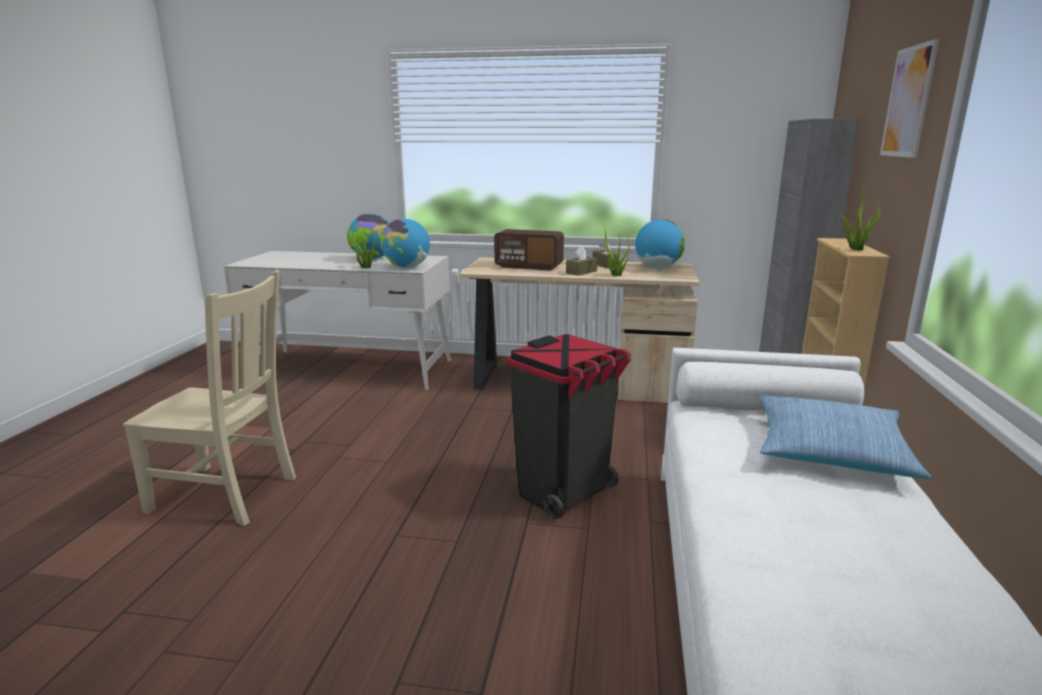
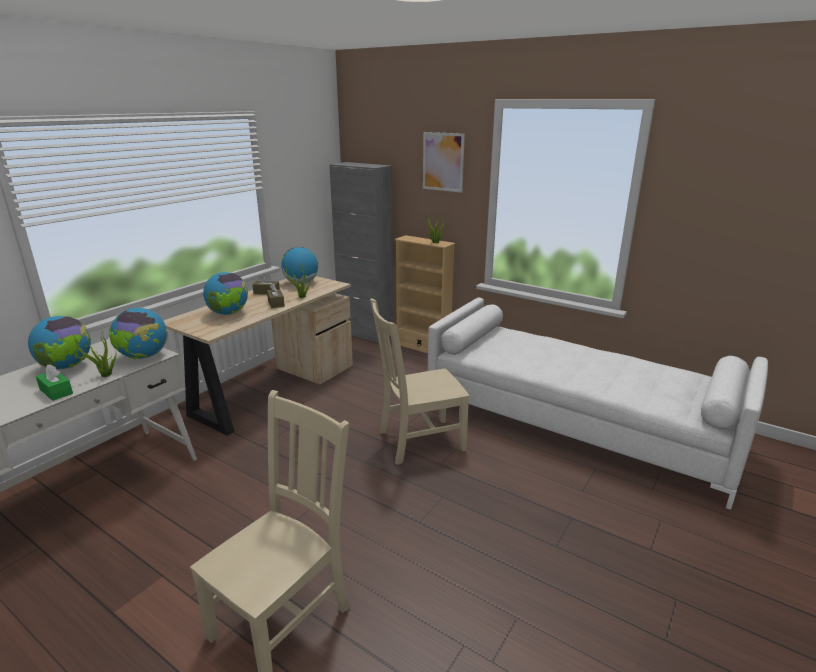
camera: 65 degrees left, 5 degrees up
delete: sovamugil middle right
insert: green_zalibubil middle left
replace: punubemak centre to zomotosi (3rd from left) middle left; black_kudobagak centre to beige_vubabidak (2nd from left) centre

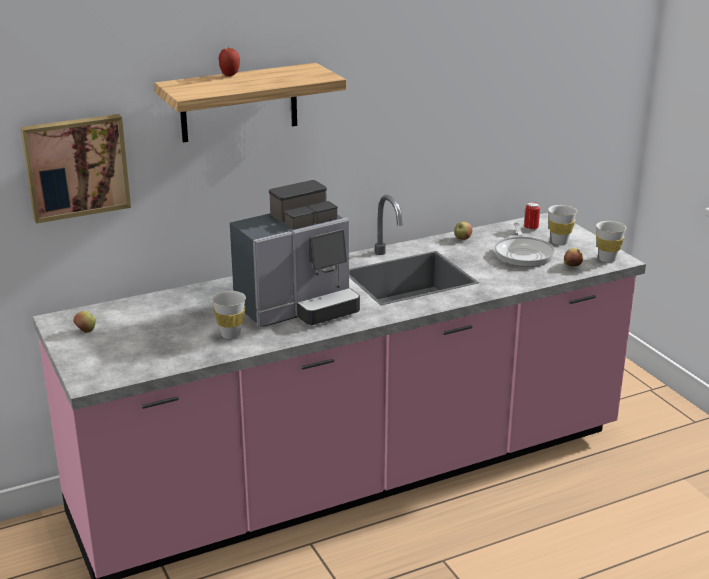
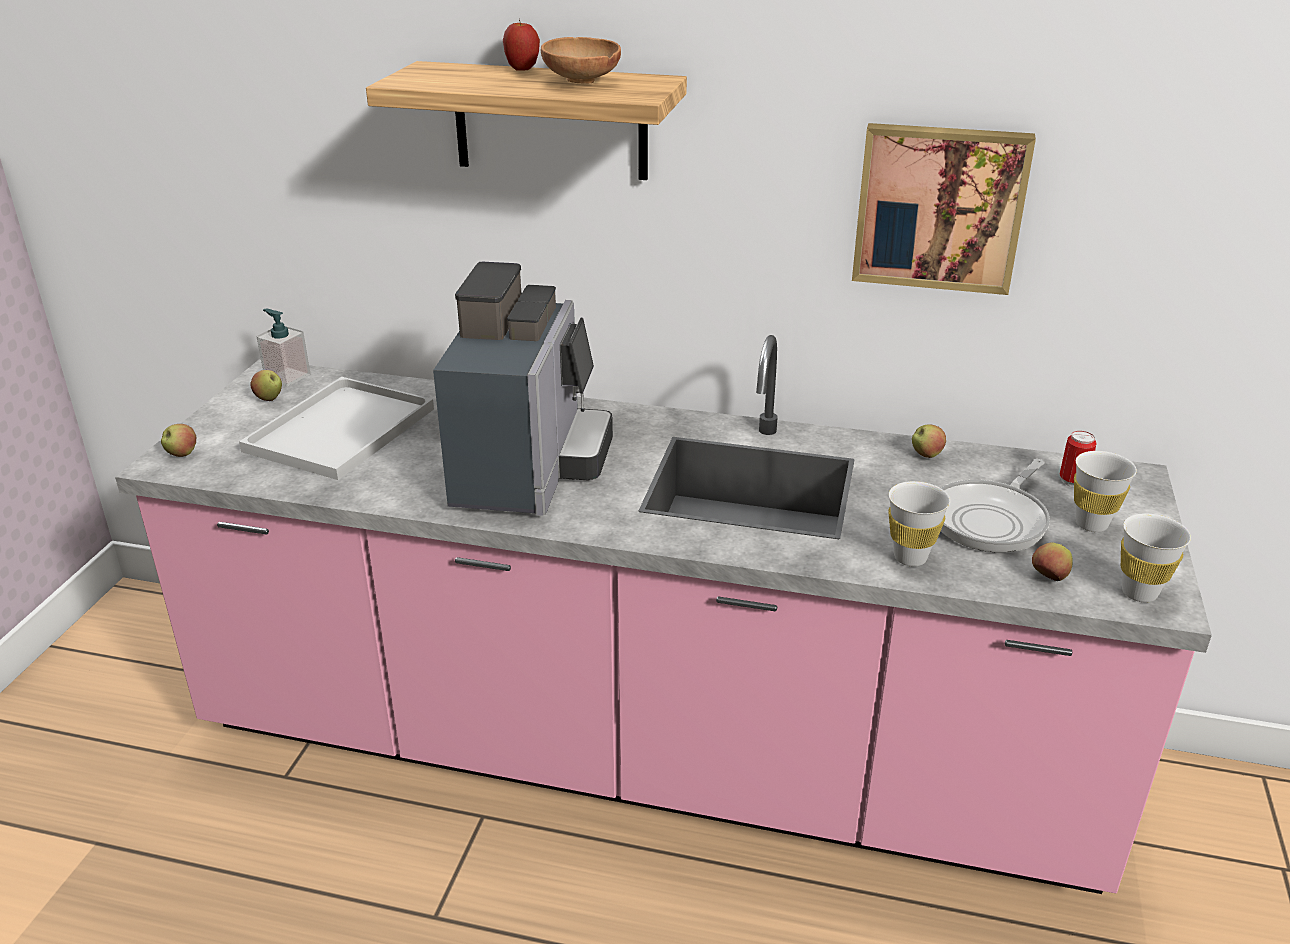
camera: 40 degrees right, 5 degrees up
insert: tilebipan (1st from left) middle left; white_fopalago middle left; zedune middle left; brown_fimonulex top centre
move: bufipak top left to top right; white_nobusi (1st from left) middle left to middle right
rotate: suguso centre = centre 90 degrees counterclockwise

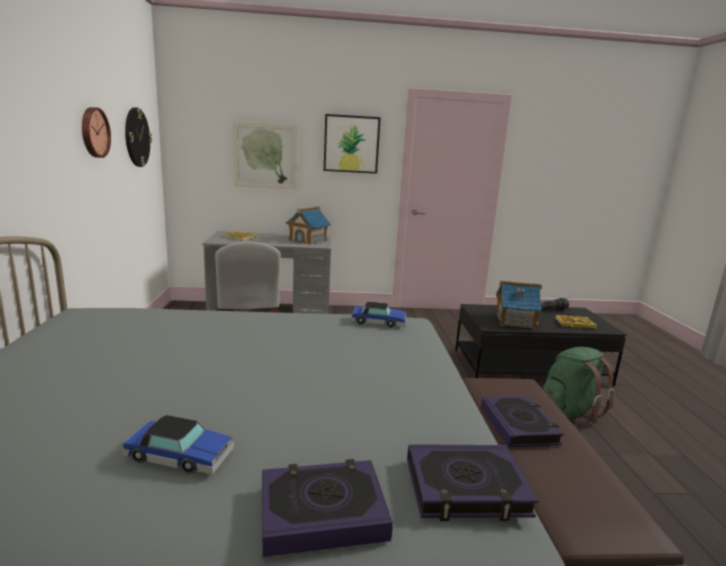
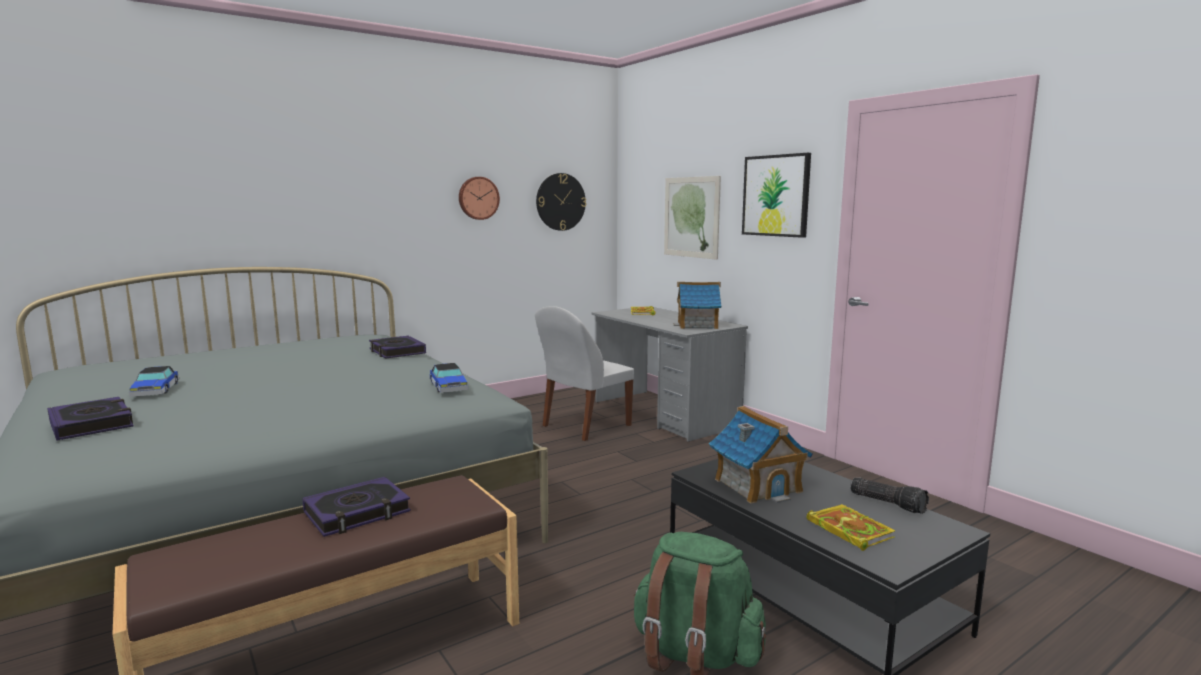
camera: 60 degrees right, 5 degrees down
move: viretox (3rd from left) bottom centre to middle left

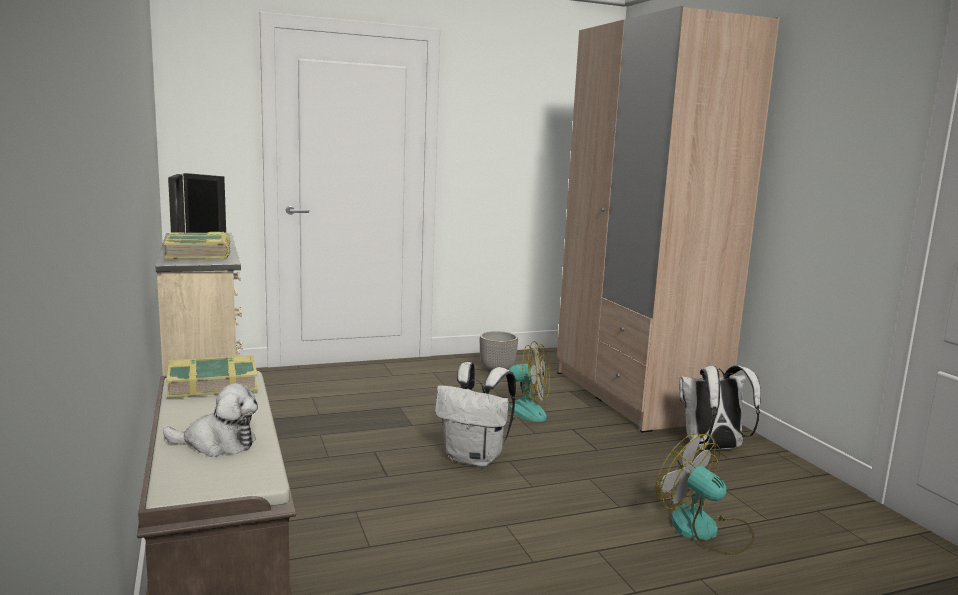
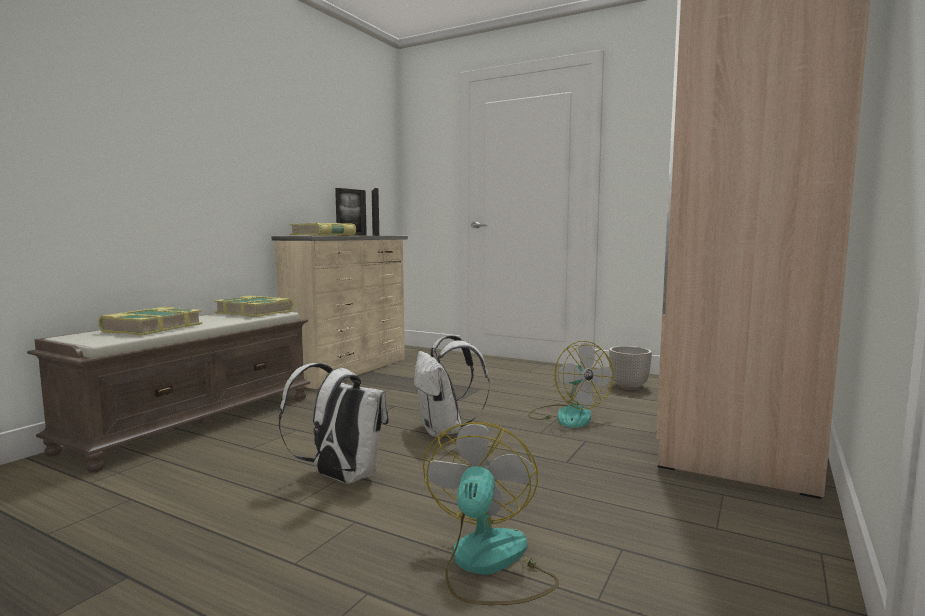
camera: 50 degrees right, 5 degrees down
move: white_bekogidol (2nd from left in the first image) bottom right to white_bekogidol (1st from left) bottom centre
replace: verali bottom left to viretox (1st from left) middle left

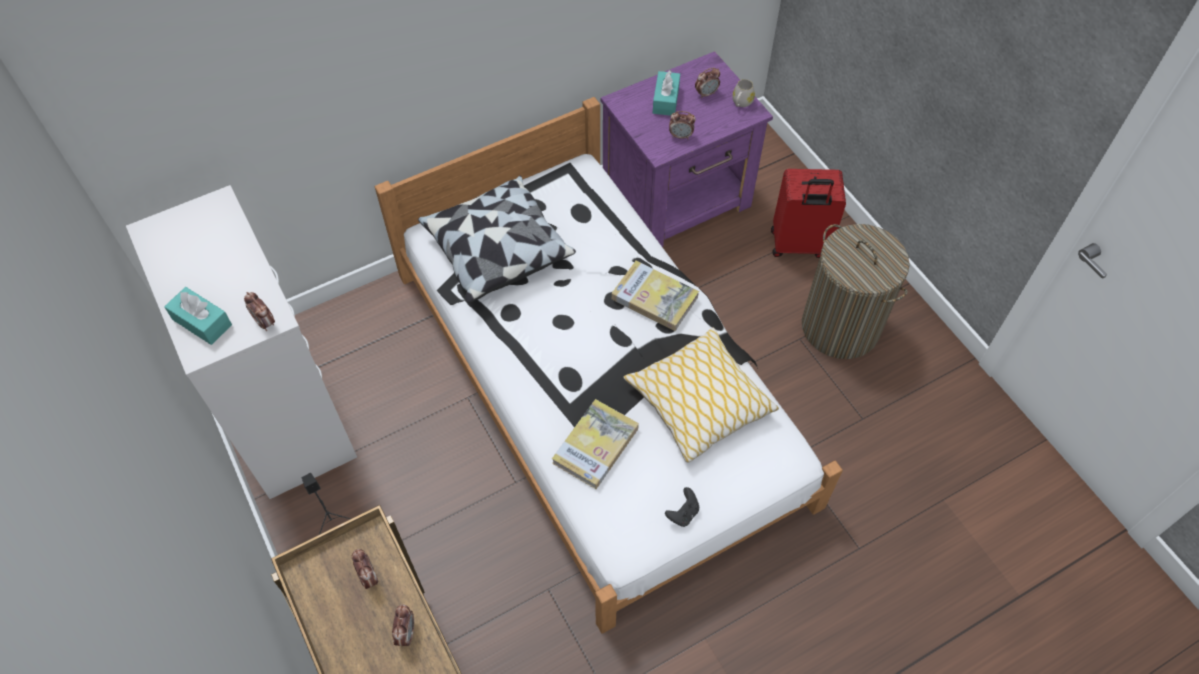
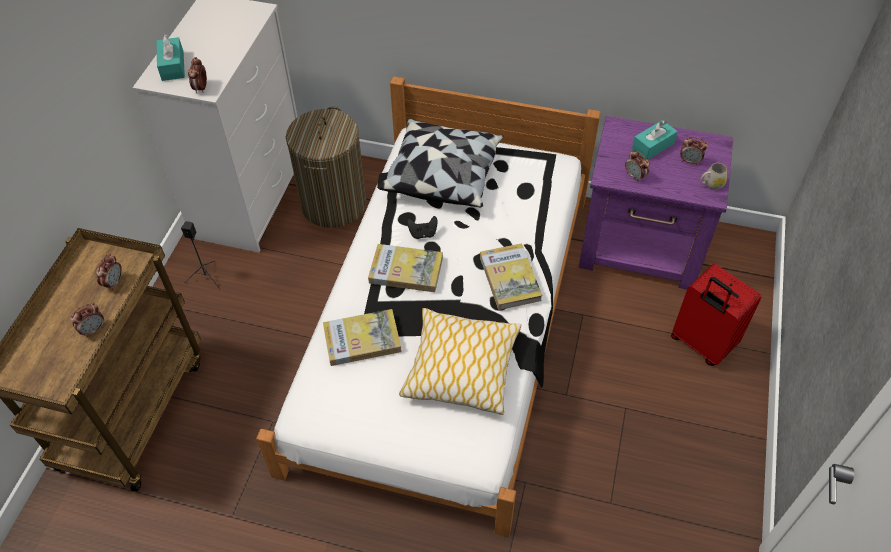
camera: 45 degrees right, 5 degrees down
insert: viretox (2nd from left) centre
move: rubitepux middle right to top centre; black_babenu bottom centre to centre

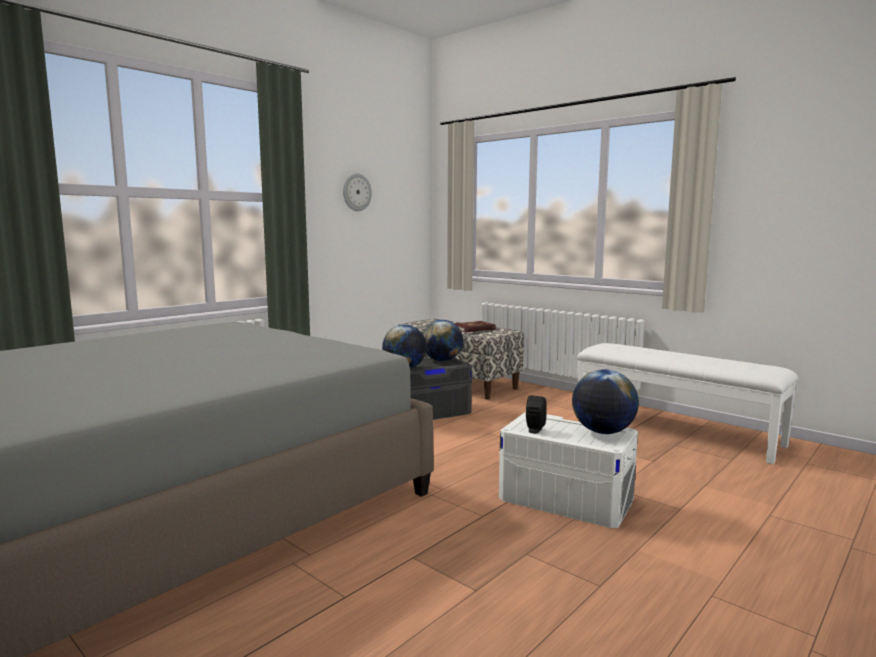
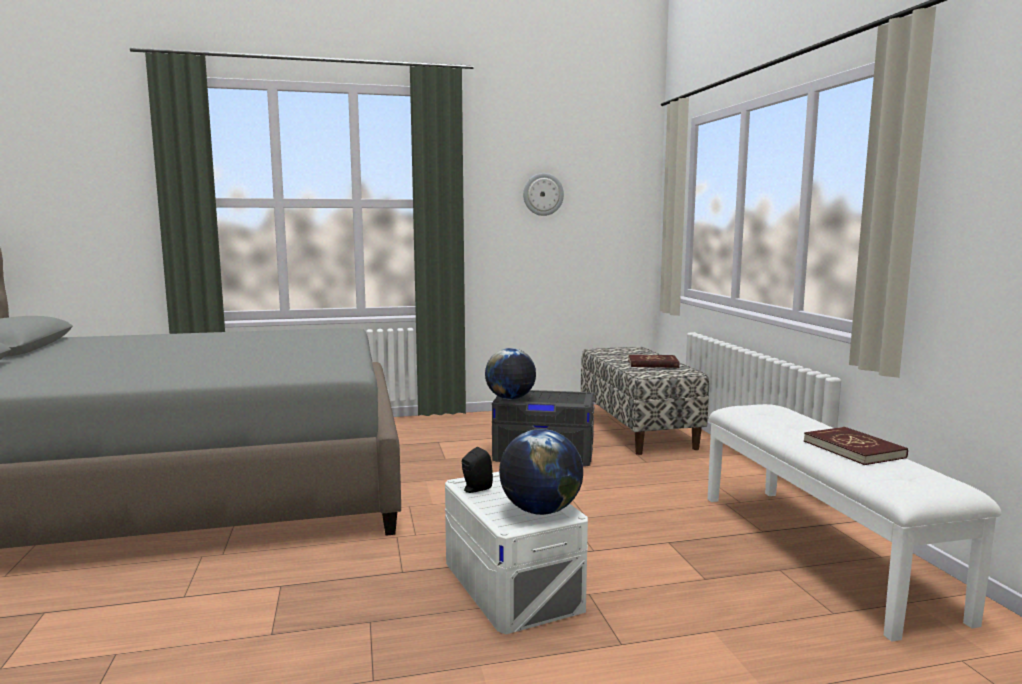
camera: 35 degrees right, 0 degrees up
delete: zomotosi (2nd from left) centre
insert: red_viretox (2nd from left) middle right

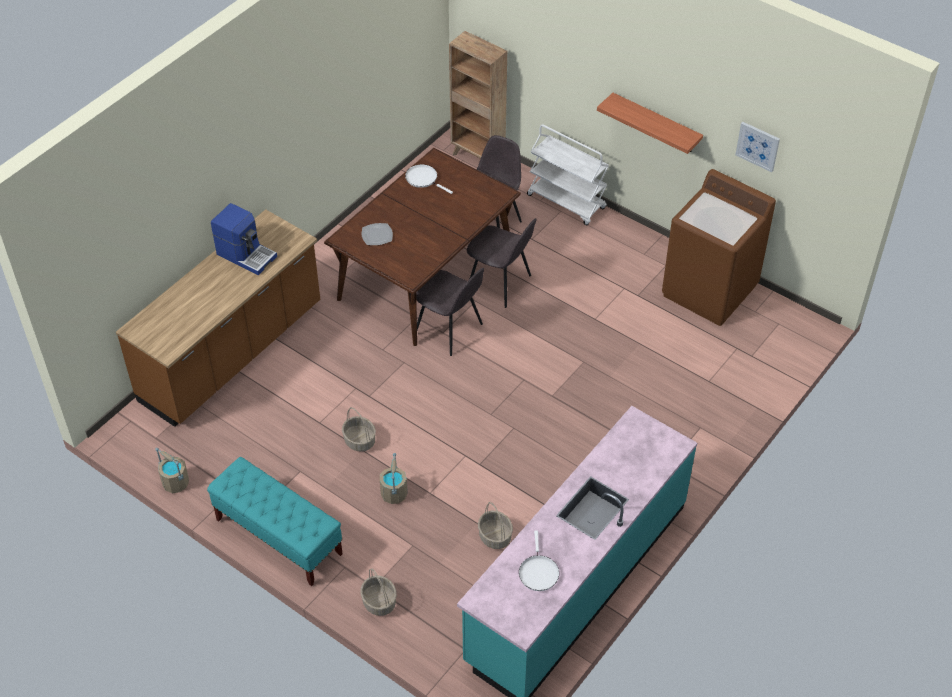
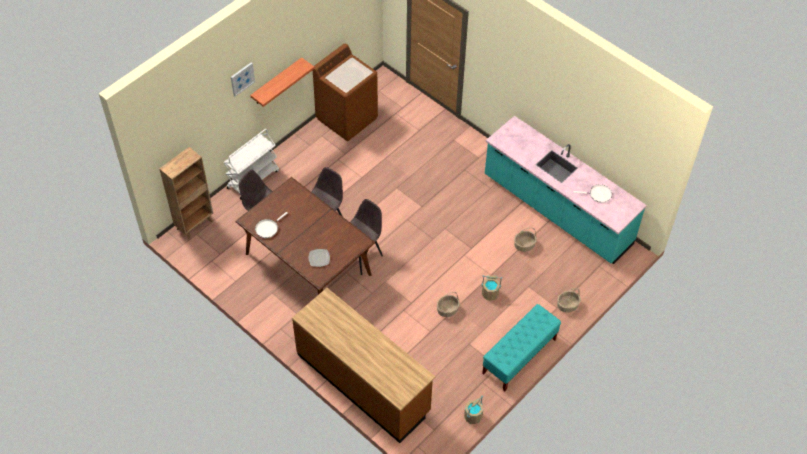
camera: 85 degrees left, 5 degrees up
delete: suguso middle left
move: bufipak top right to top left

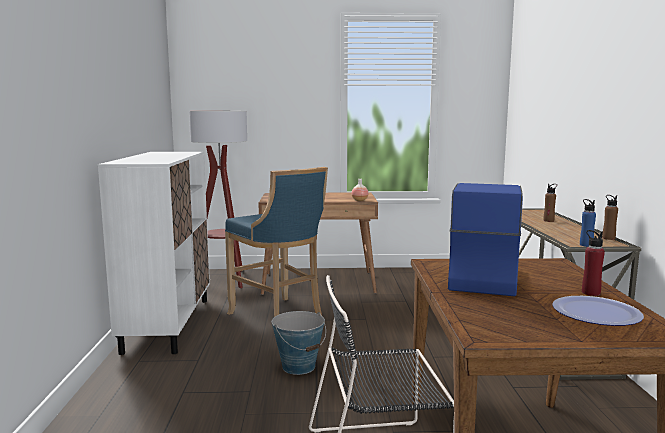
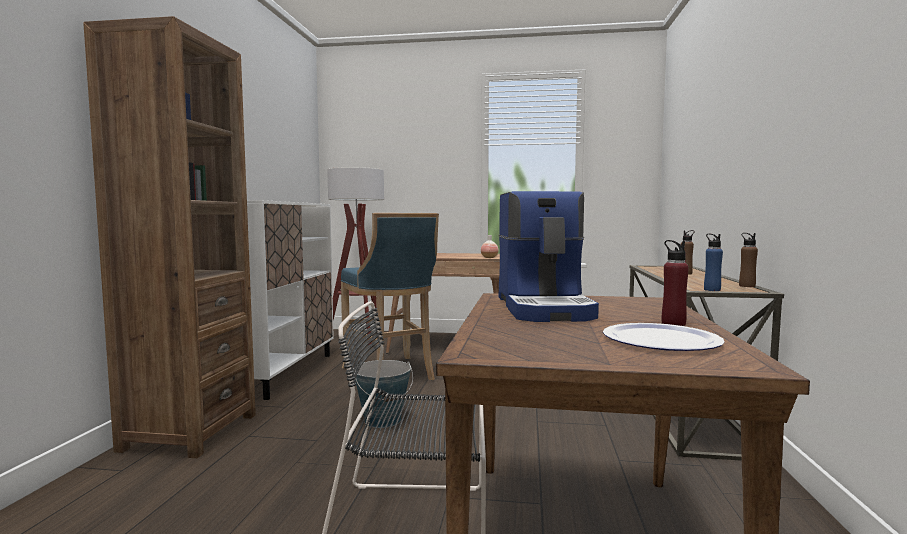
camera: 10 degrees right, 5 degrees down
insert: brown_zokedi middle left
rotate: suguso middle right = centre 150 degrees clockwise

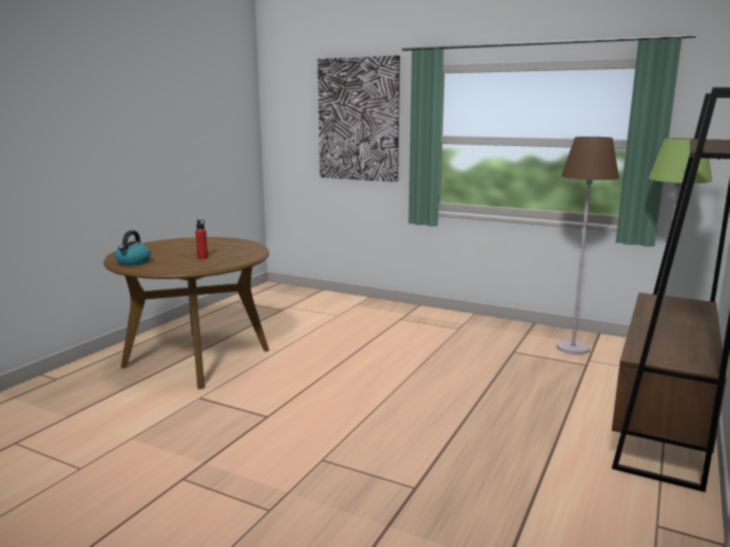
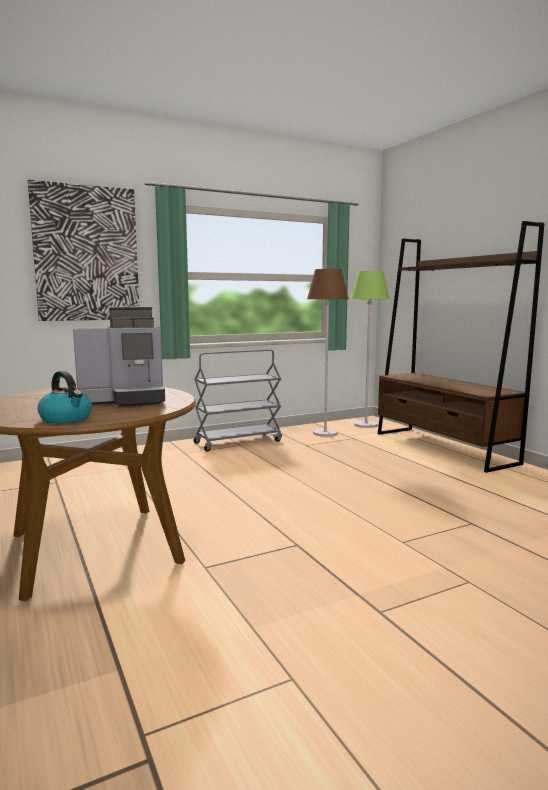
camera: 55 degrees left, 5 degrees down
insert: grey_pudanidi centre
replace: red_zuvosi middle left to suguso middle left

